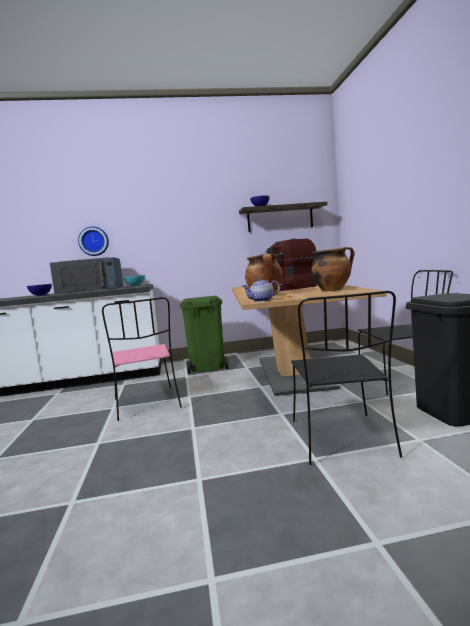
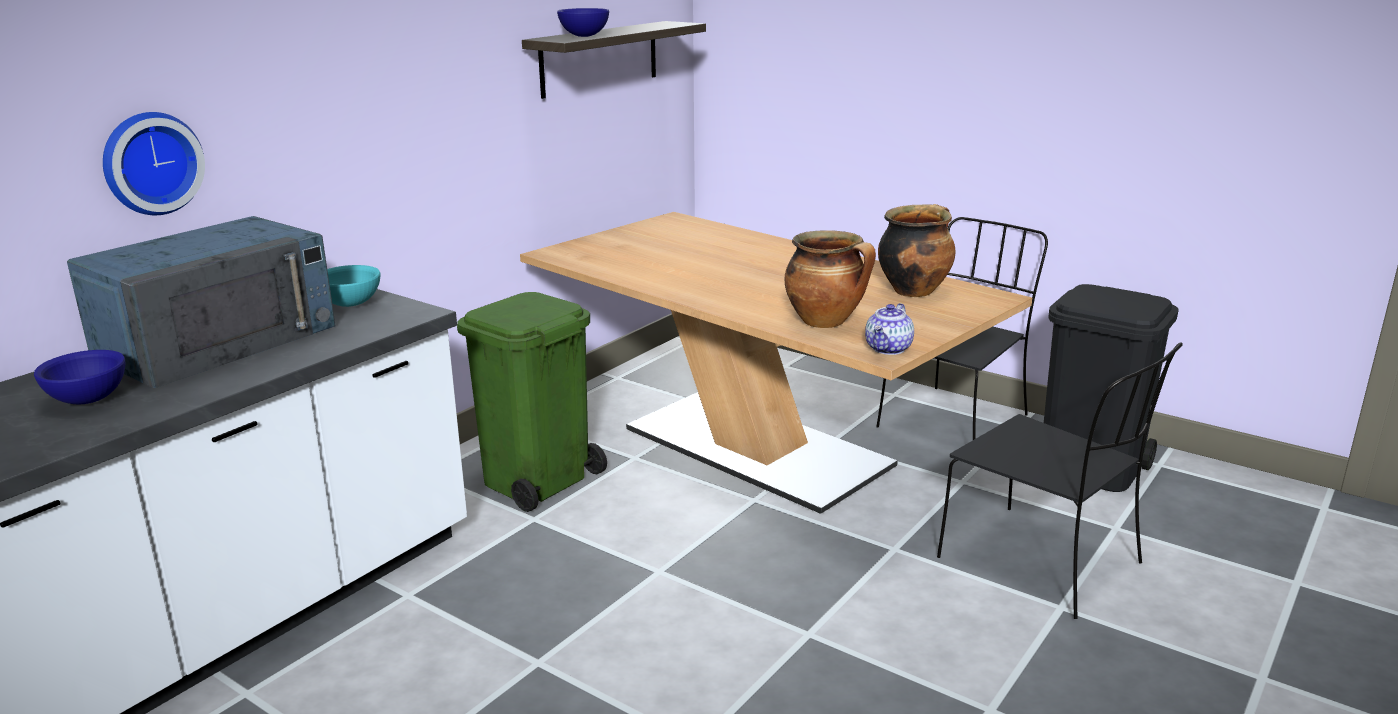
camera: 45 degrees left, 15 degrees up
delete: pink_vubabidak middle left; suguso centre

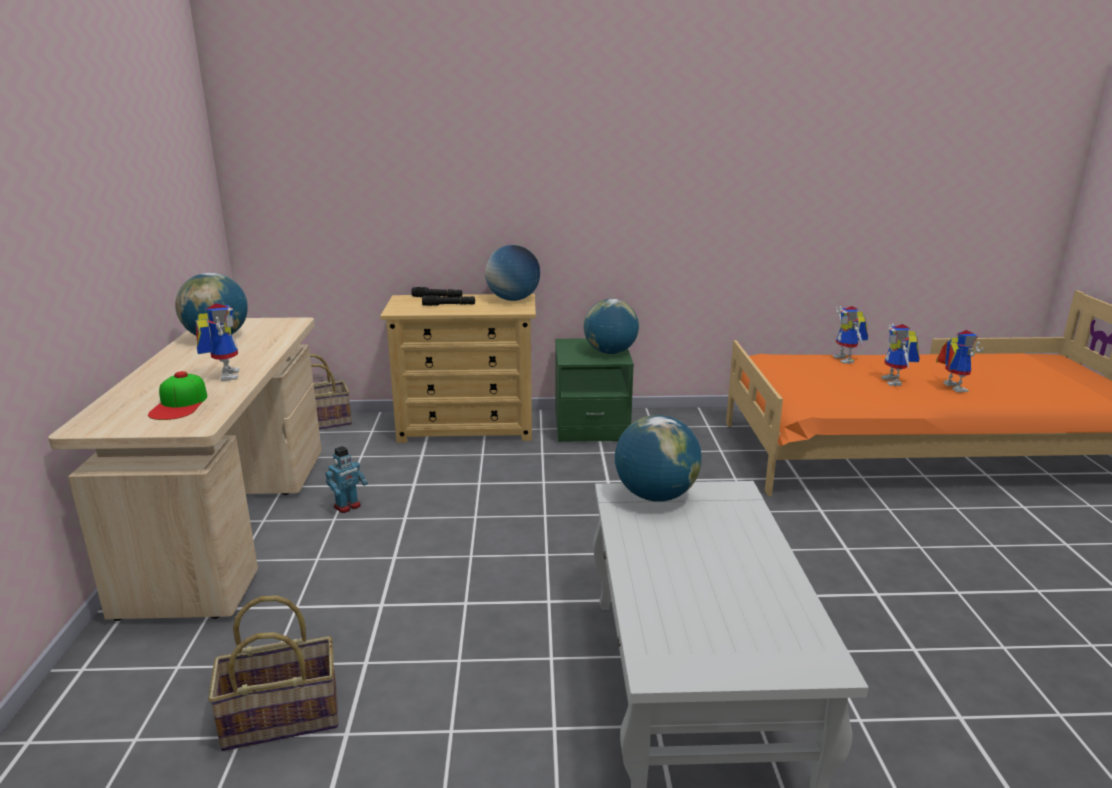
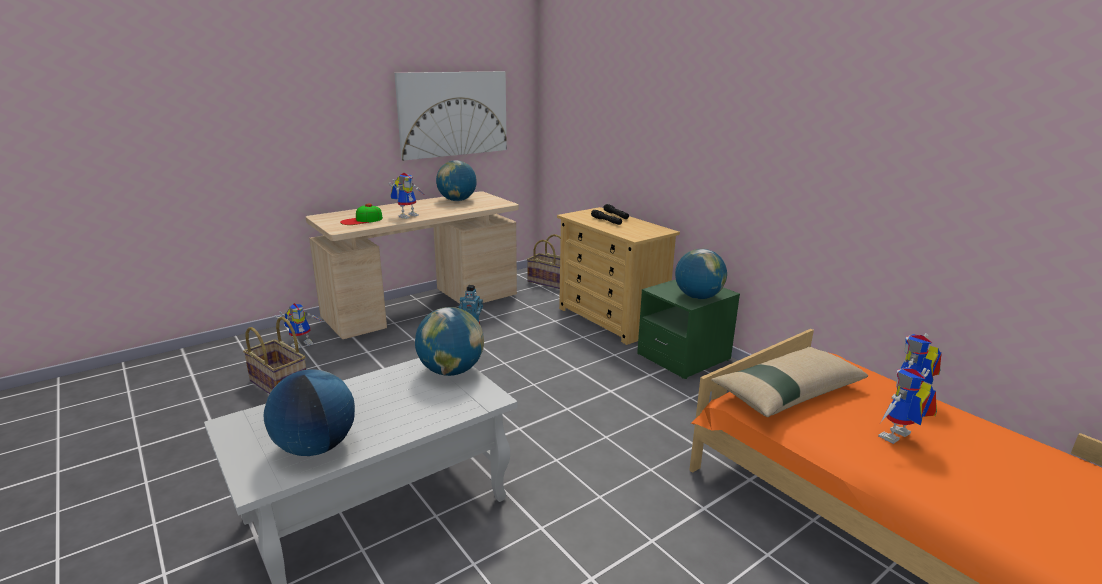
camera: 55 degrees right, 0 degrees up
insert: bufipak top centre; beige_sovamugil middle right
move: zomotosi (2nd from left in the first image) centre to zomotosi (1st from left) bottom left; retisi (5th from left in the first image) middle right to retisi (1st from left) middle left

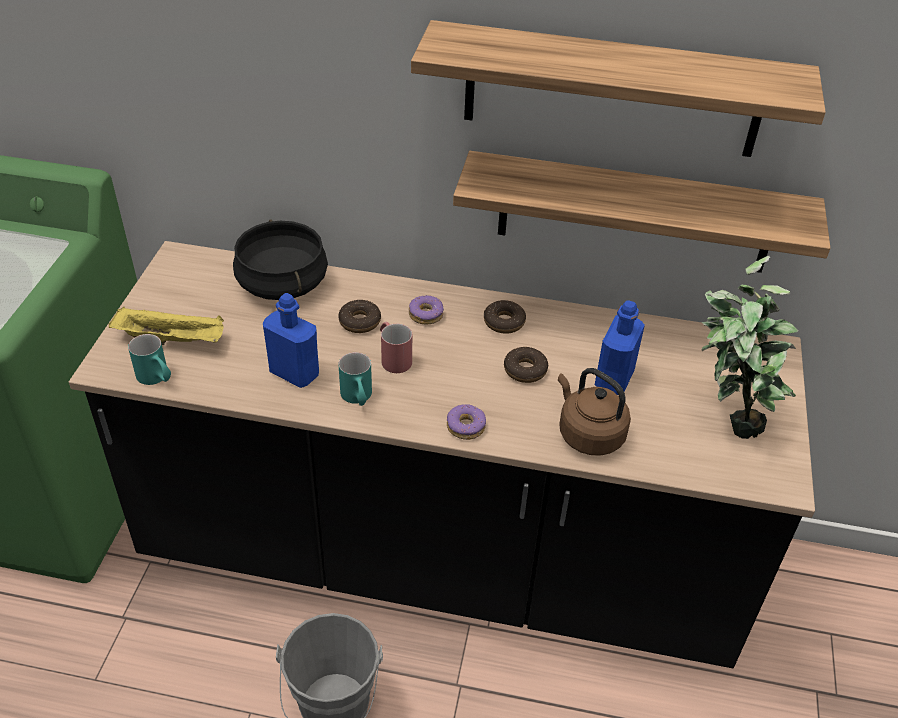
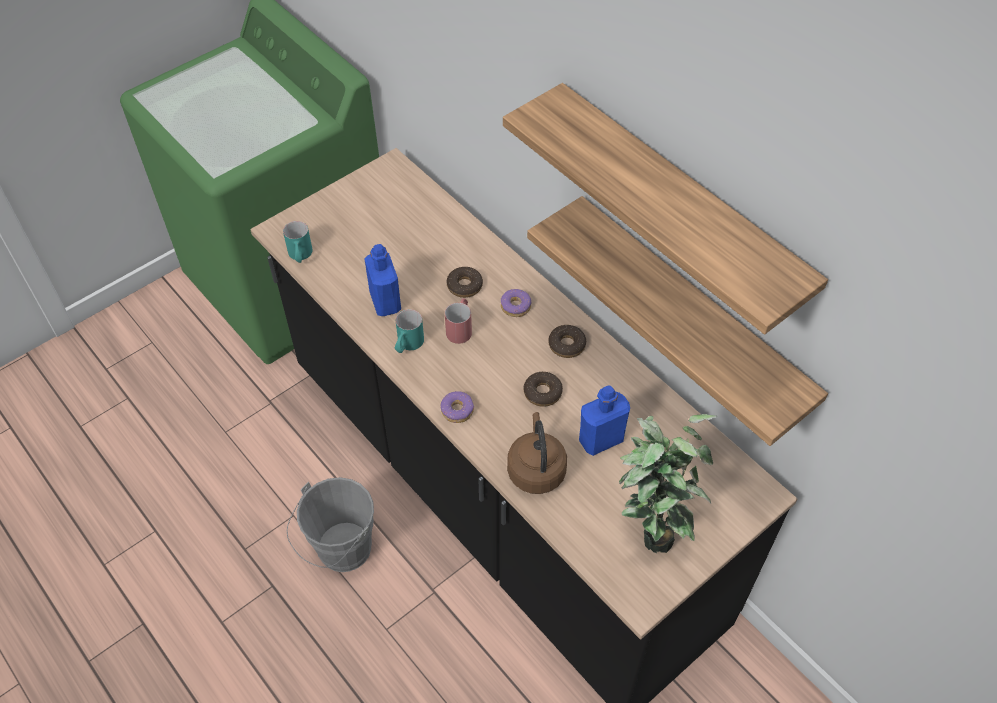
camera: 40 degrees right, 10 degrees up
delete: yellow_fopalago middle left; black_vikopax middle left

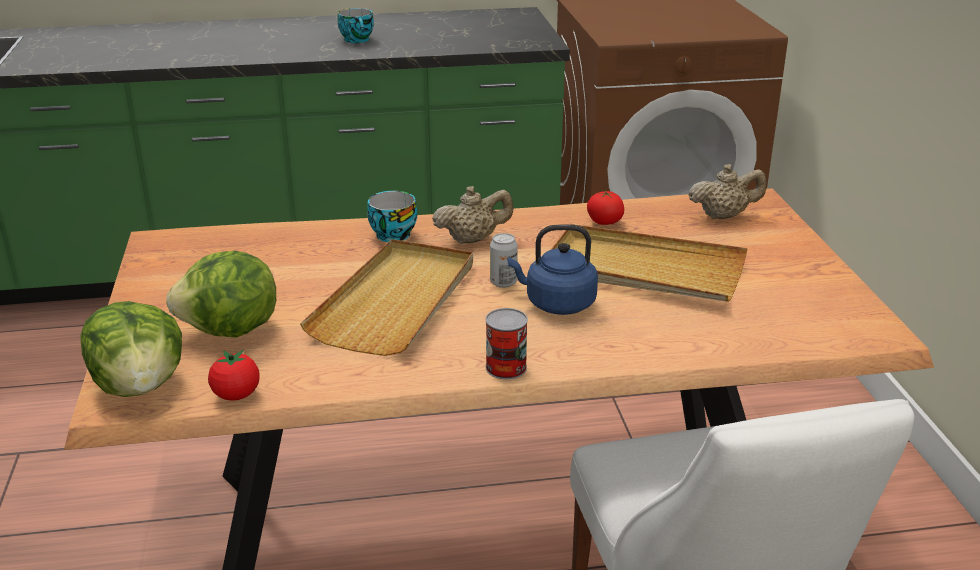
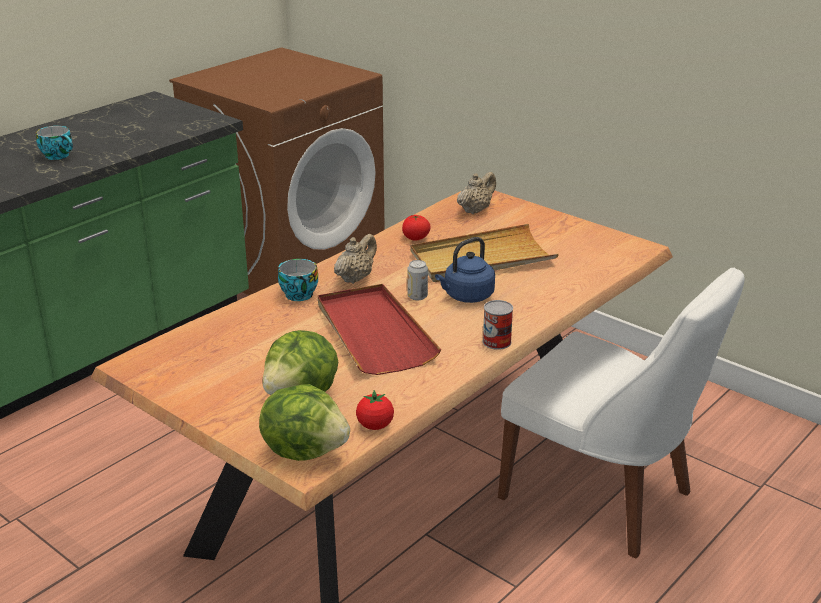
camera: 40 degrees left, 0 degrees up
recolor: beige_fopalago (1st from left) centre to red_fopalago centre

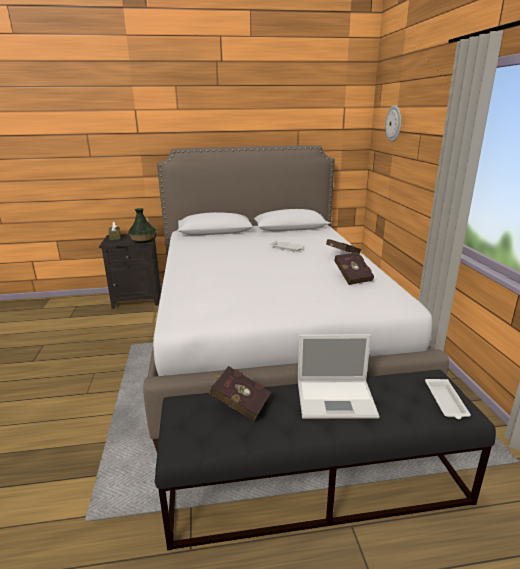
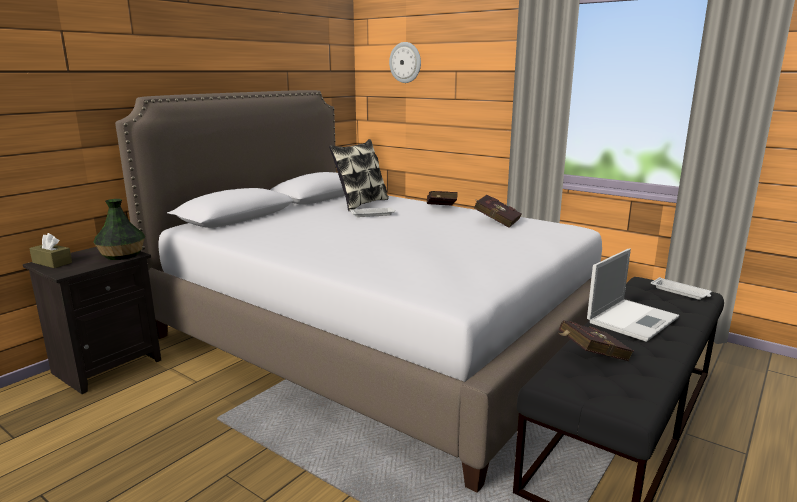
camera: 45 degrees left, 5 degrees down
insert: sovamugil centre

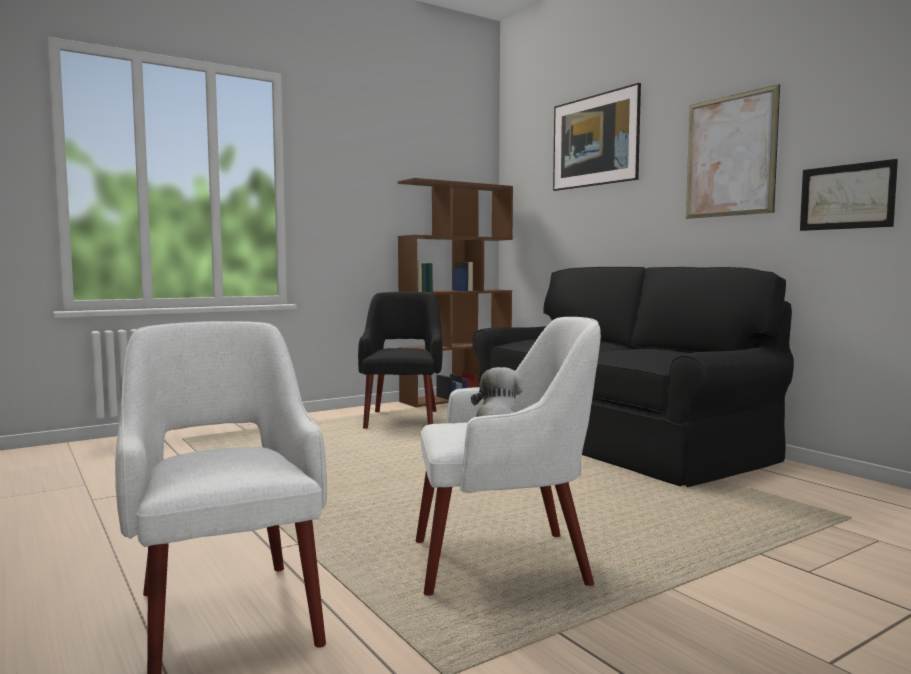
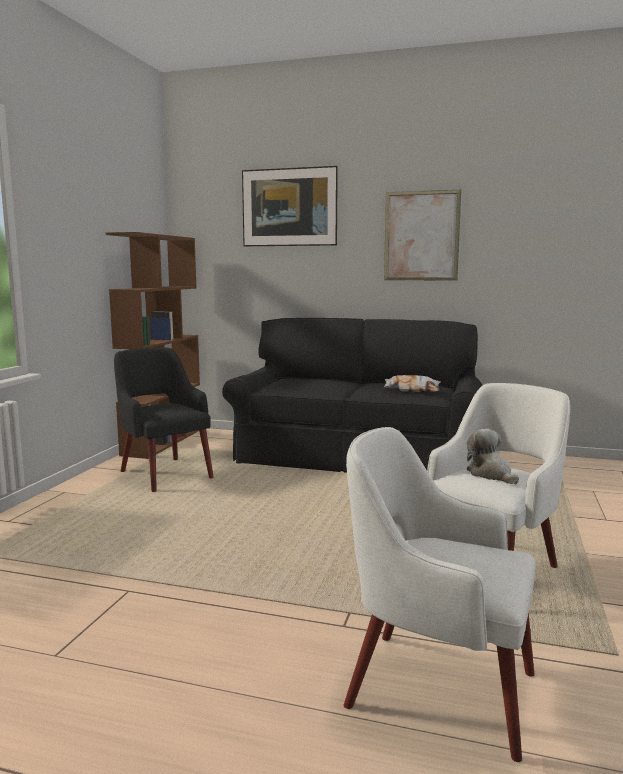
camera: 40 degrees left, 5 degrees up
delete: bufipak (3rd from left) top right
insert: sovamugil centre

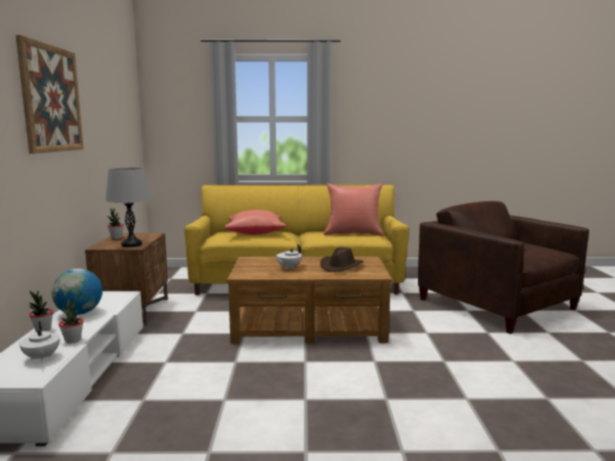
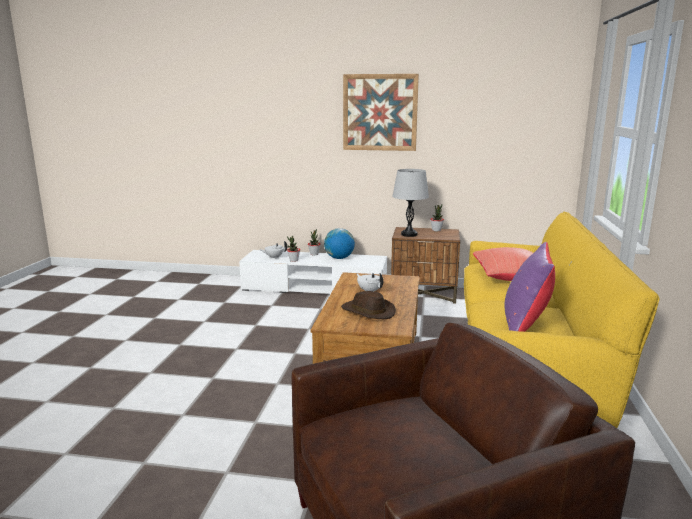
camera: 100 degrees right, 5 degrees up
recolor: red_sovamugil (2nd from left) centre to purple_sovamugil middle right

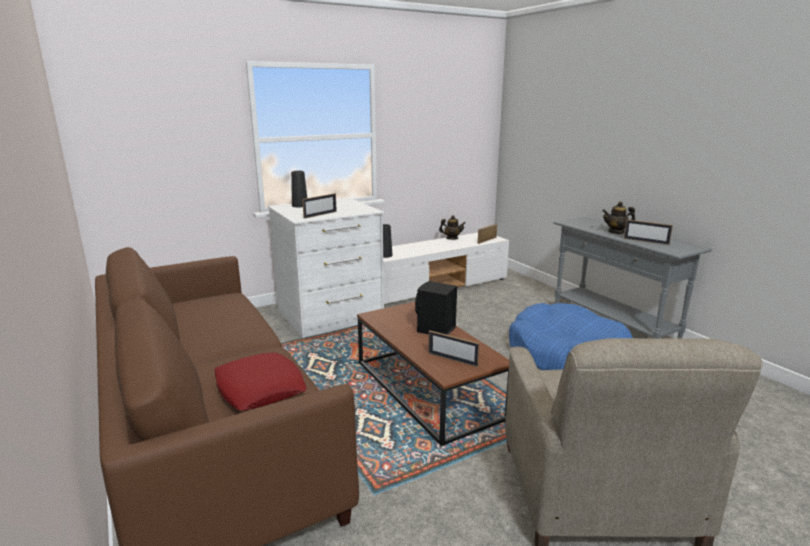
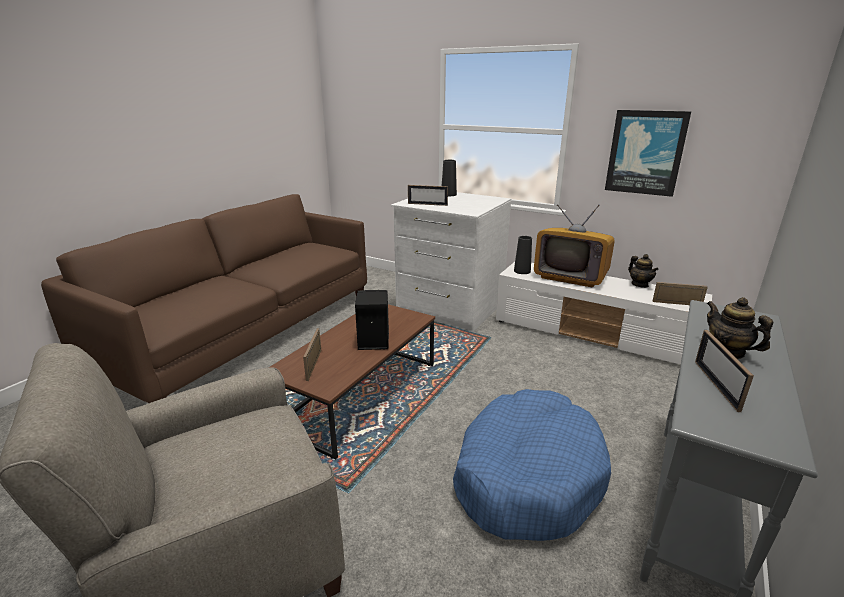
camera: 60 degrees right, 5 degrees up
delete: red_sovamugil bottom left
insert: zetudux middle right; bufipak top right

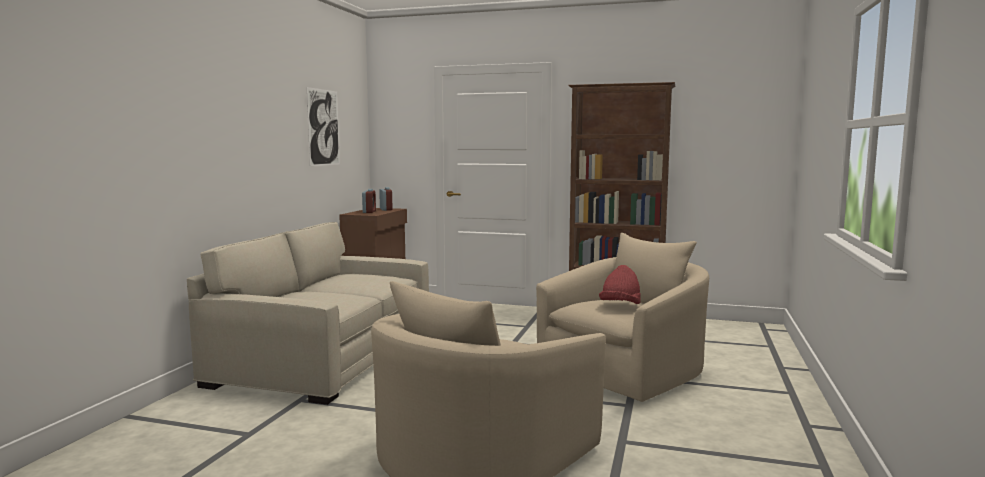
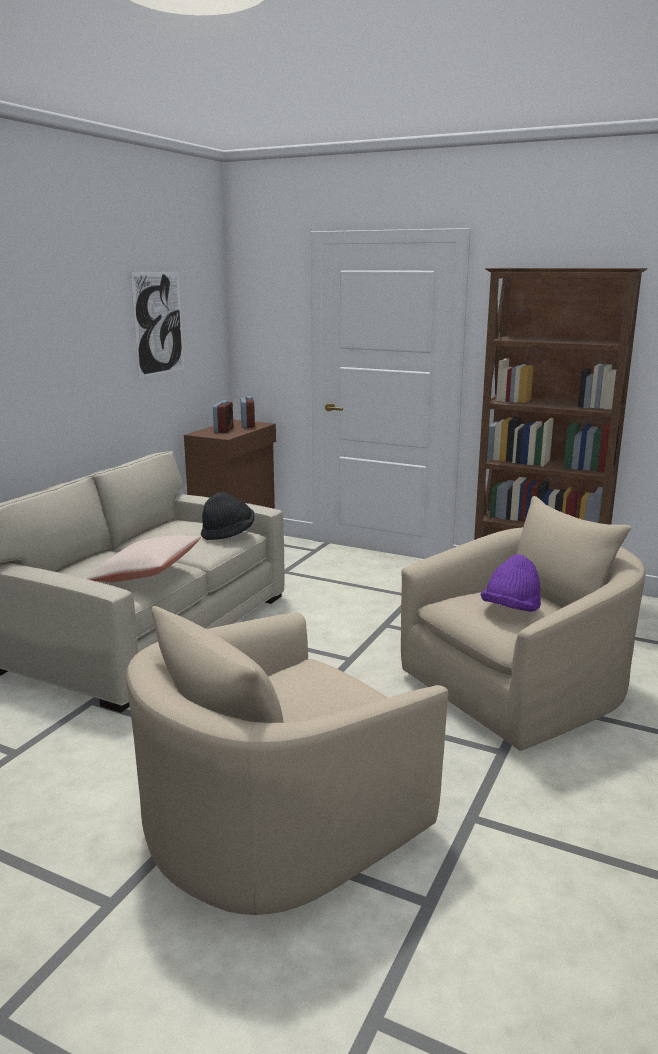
camera: 10 degrees right, 10 degrees up
insert: beige_sovamugil middle left; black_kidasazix centre
recolor: red_kidasazix centre to purple_kidasazix middle right

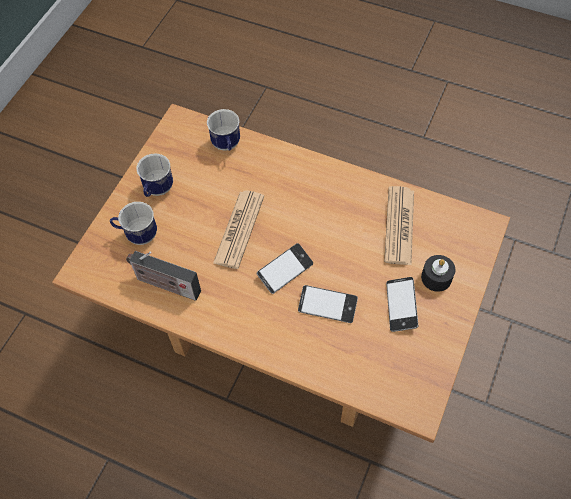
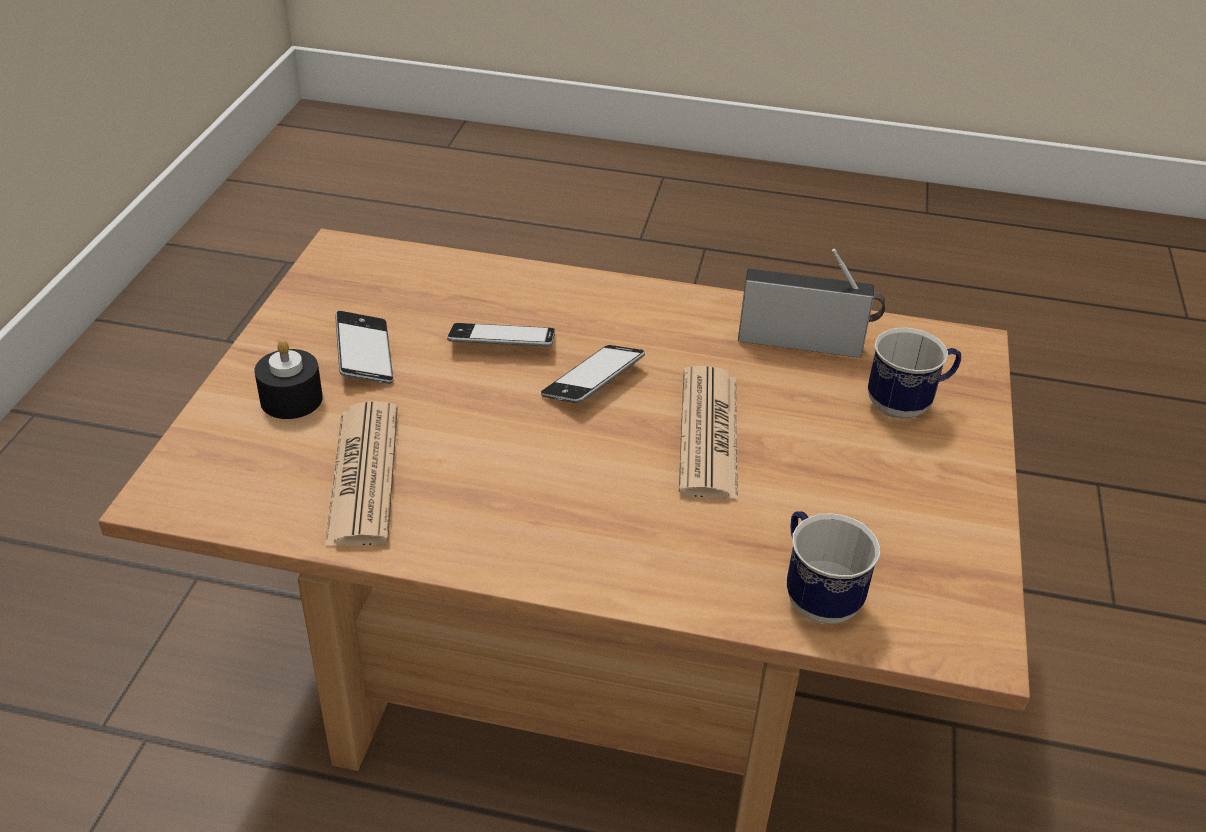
camera: 165 degrees right, 20 degrees down
delete: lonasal (2nd from left) middle left

